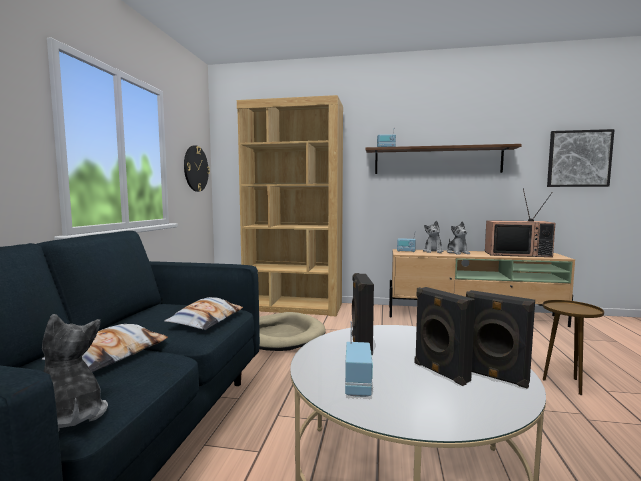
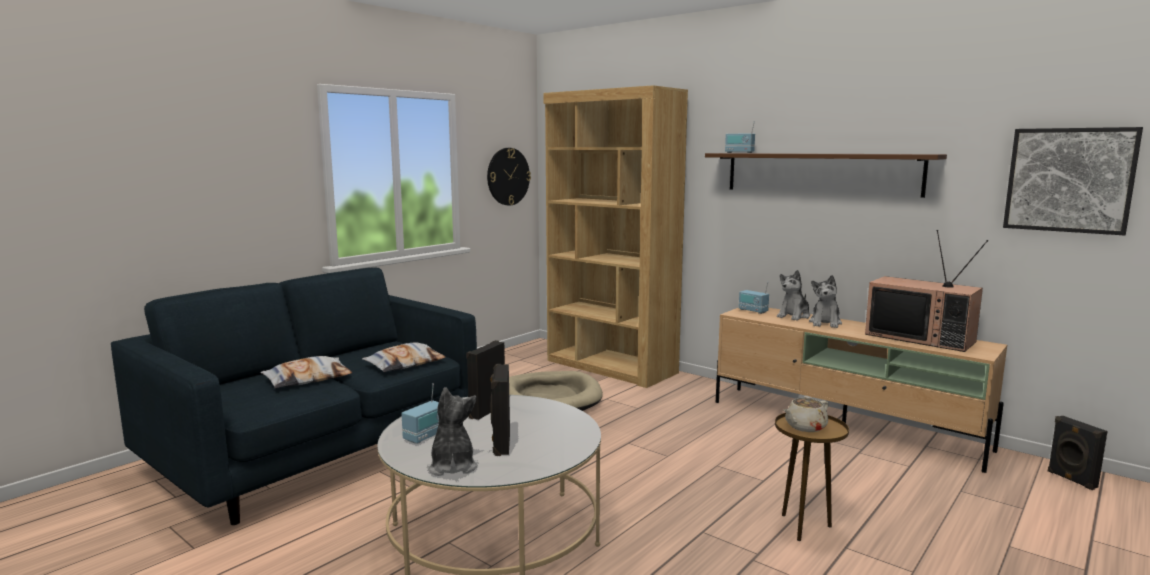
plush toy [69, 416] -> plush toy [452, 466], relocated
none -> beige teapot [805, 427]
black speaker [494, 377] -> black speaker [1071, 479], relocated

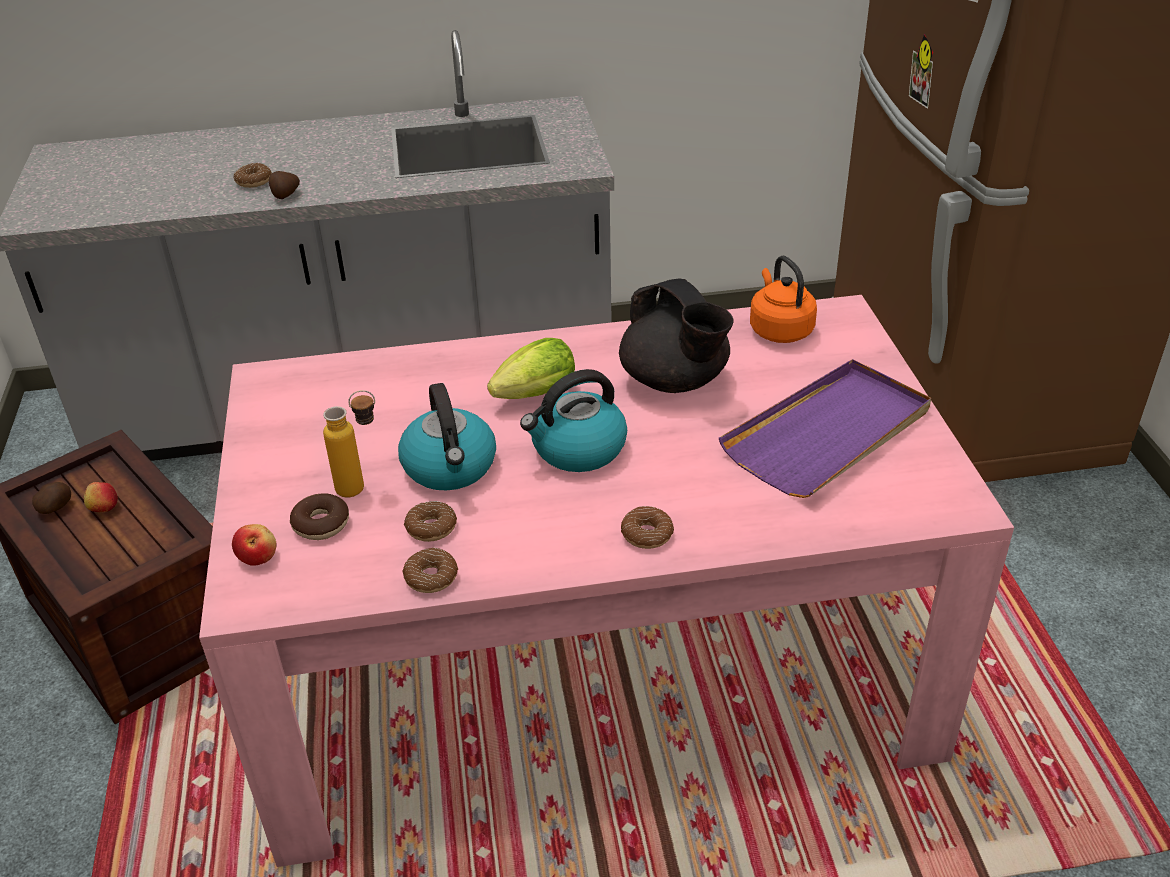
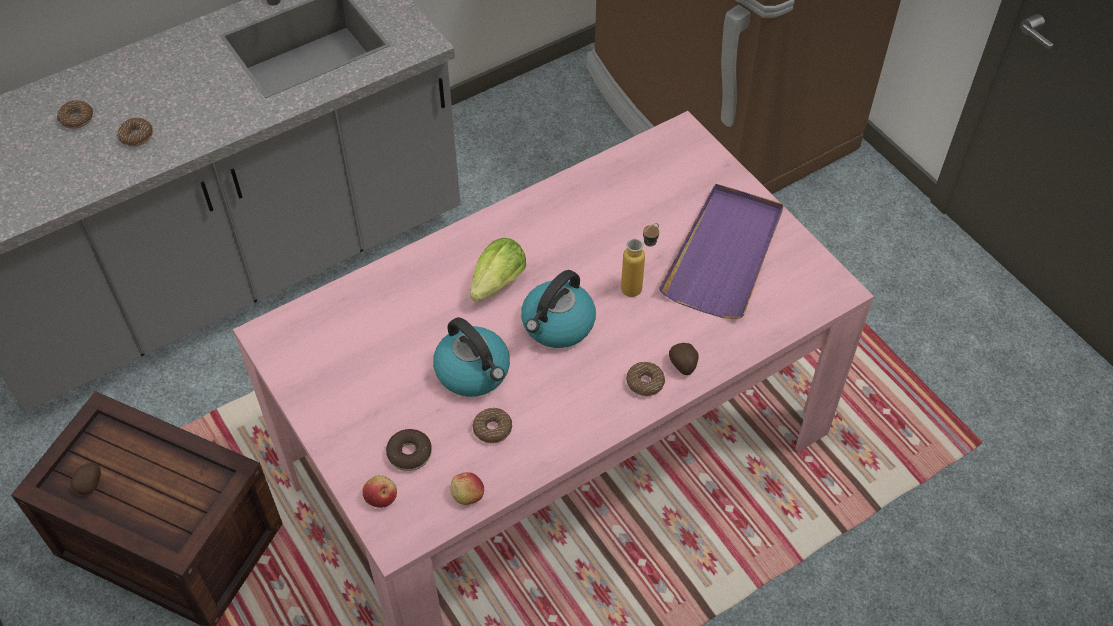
donut [431, 577] -> donut [76, 119], relocated
apple [104, 507] -> apple [467, 495], relocated
bottle [362, 487] -> bottle [638, 285], relocated
potato [285, 195] -> potato [683, 365], relocated
black teapot [675, 381] -> none
orange kettle [779, 329] -> none

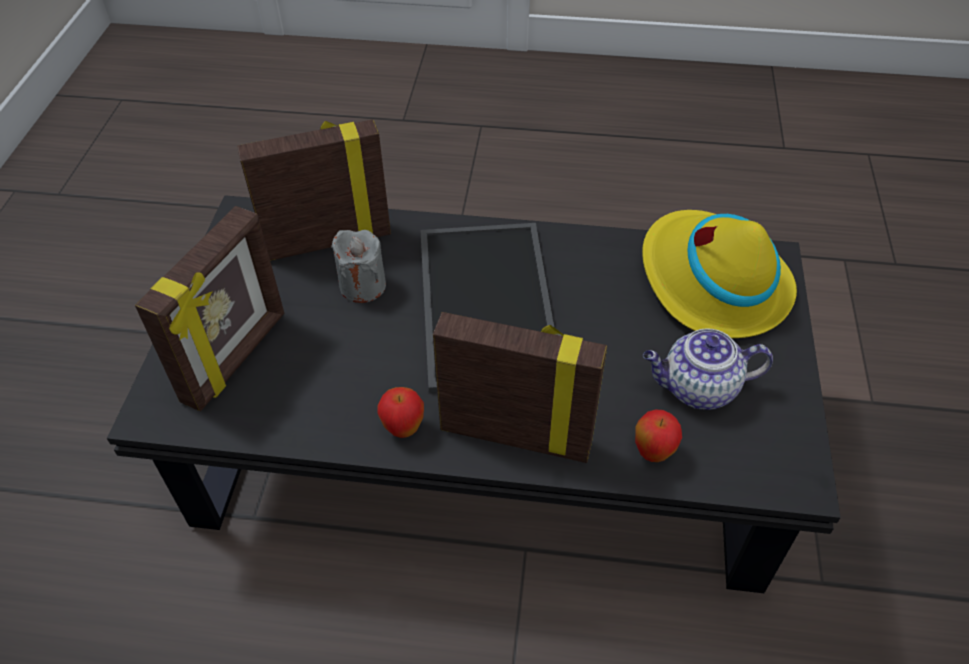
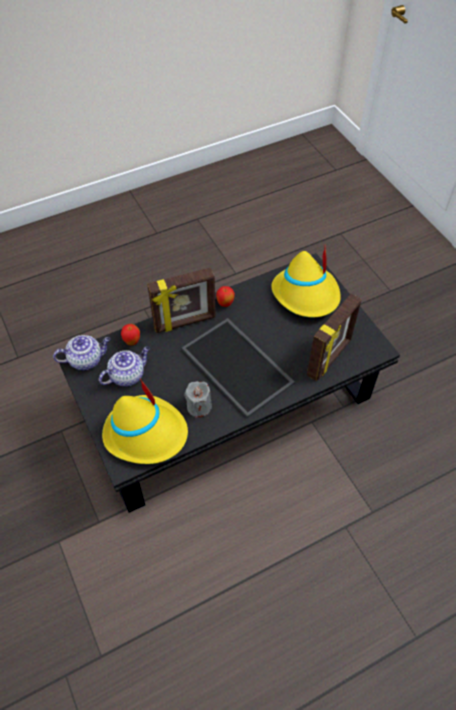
none -> teapot [86, 360]
grey candle [362, 286] -> grey candle [199, 407], relocated
picture frame [237, 358] -> yellow hat [306, 295]

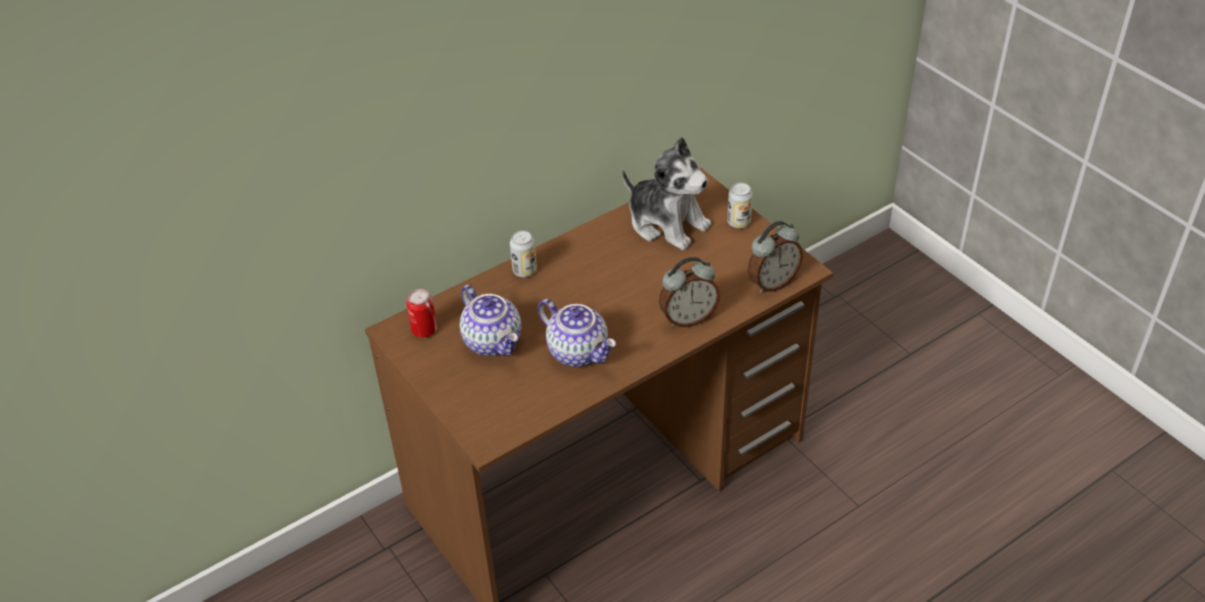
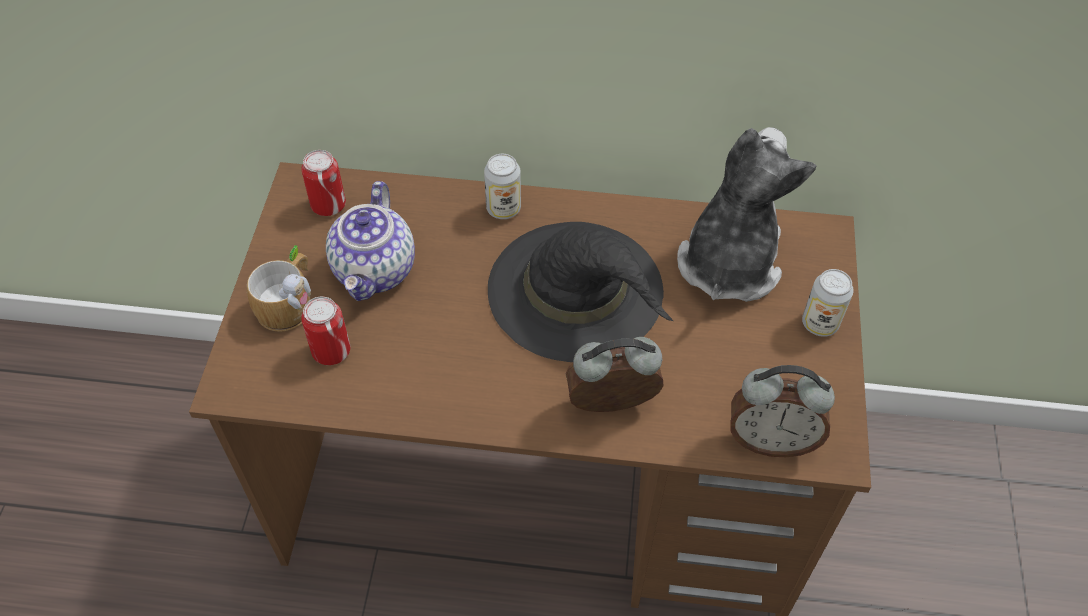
none -> mug [290, 302]
none -> can [331, 351]
none -> black hat [578, 290]
alarm clock [688, 318] -> alarm clock [612, 407], 150 degrees clockwise
plush toy [667, 223] -> plush toy [728, 262], 150 degrees counterclockwise
teapot [579, 352] -> none

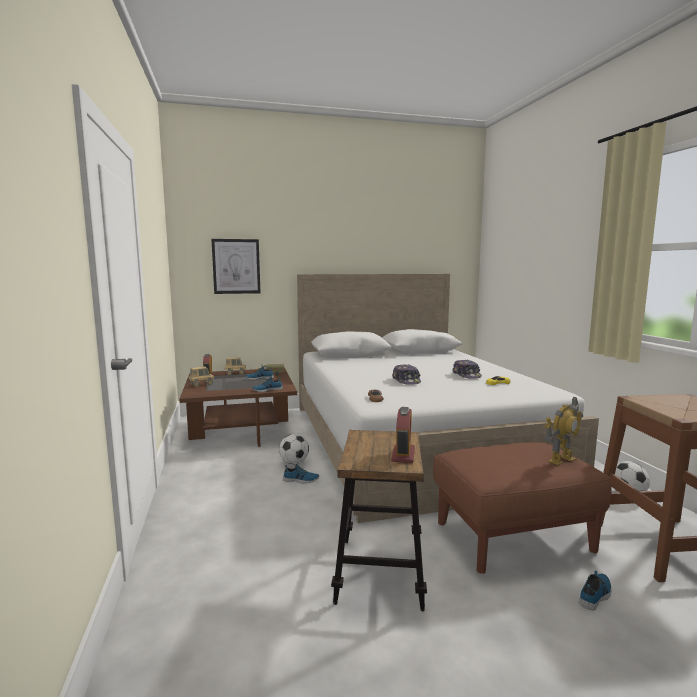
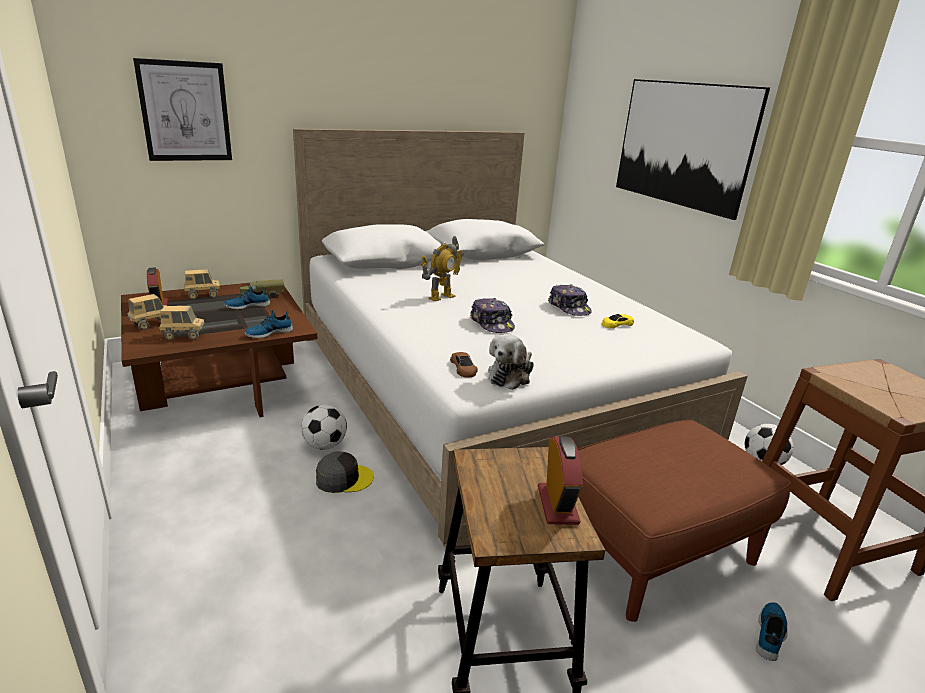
none -> toy truck [183, 336]
shoe [301, 480] -> grey cap [343, 478]
toy robot [561, 460] -> toy robot [441, 297], relocated
none -> plush toy [510, 376]
none -> picture [682, 144]

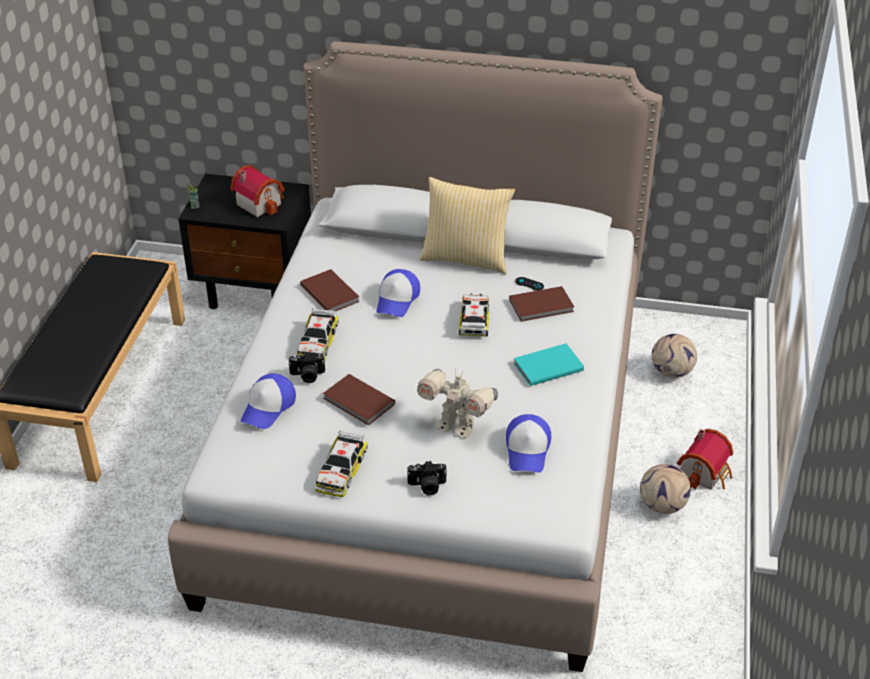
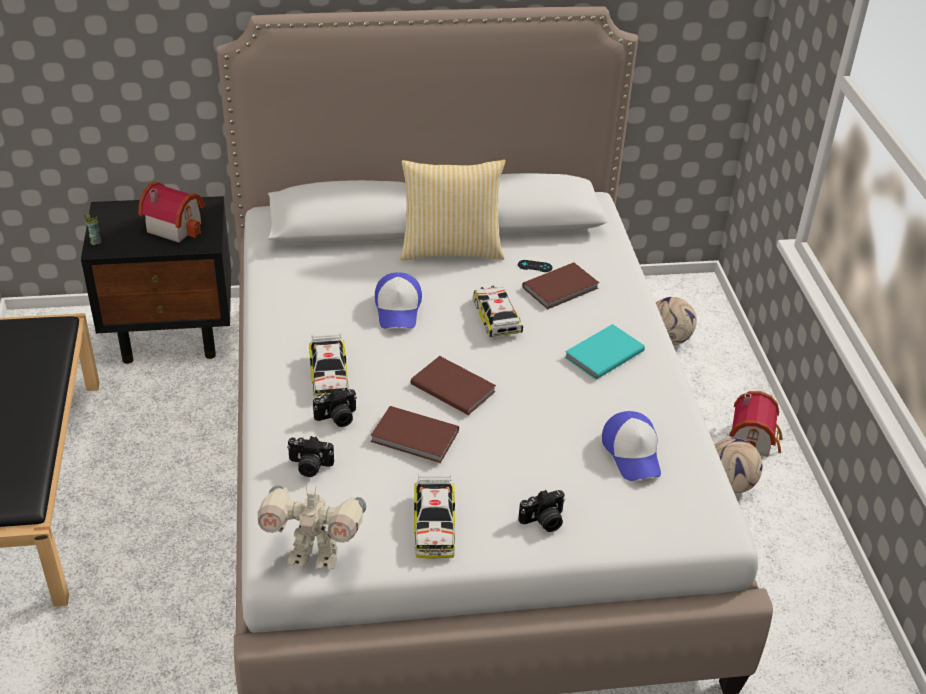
toy robot [456, 426] -> toy robot [314, 555], relocated
cap [268, 407] -> photo camera [309, 466]
brown book [330, 293] -> brown book [453, 386], relocated

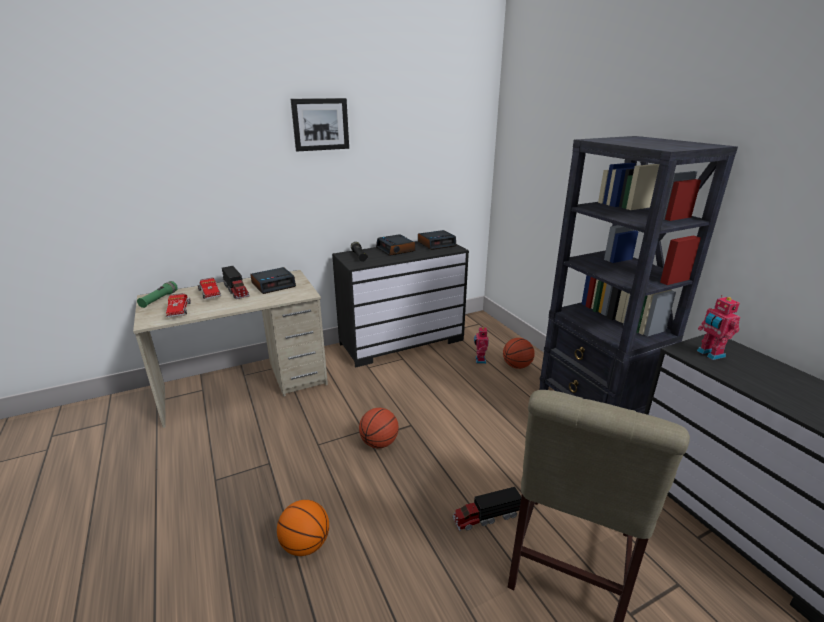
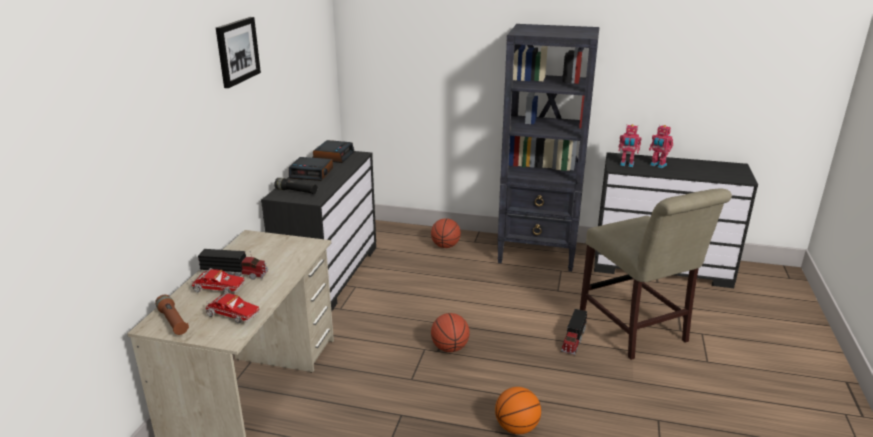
green flashlight [159, 299] -> brown flashlight [173, 321]
toy robot [479, 360] -> toy robot [657, 165], relocated
alarm clock [274, 285] -> none

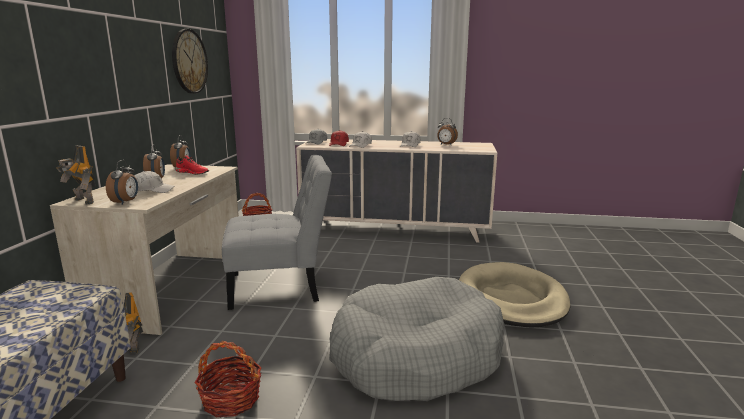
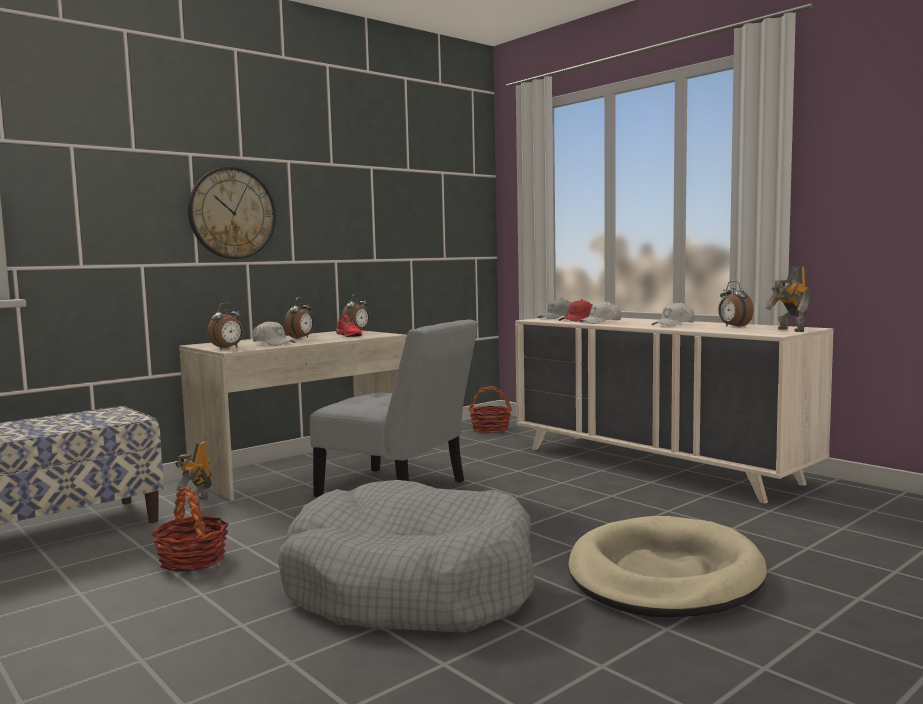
wall clock [189, 61] -> wall clock [232, 213], relocated
toy robot [82, 201] -> toy robot [789, 330], relocated

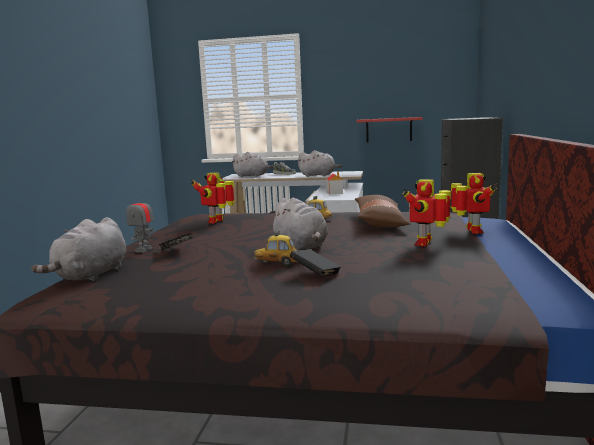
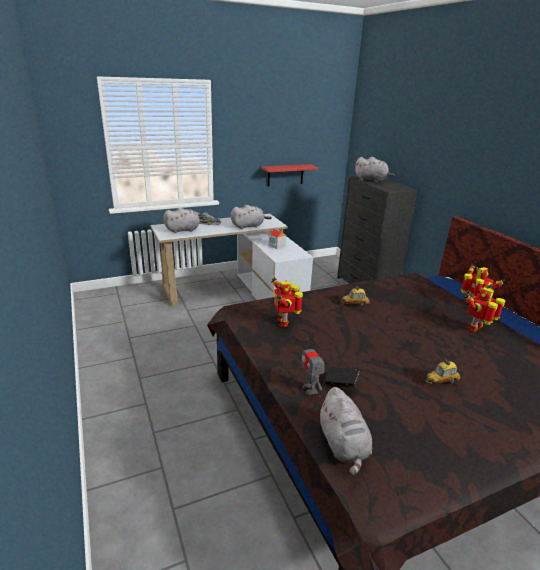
grey plush toy [301, 246] -> grey plush toy [372, 180], relocated
toy robot [425, 243] -> toy robot [476, 328], 60 degrees clockwise
black book [315, 274] -> none
brown pillow [380, 222] -> none

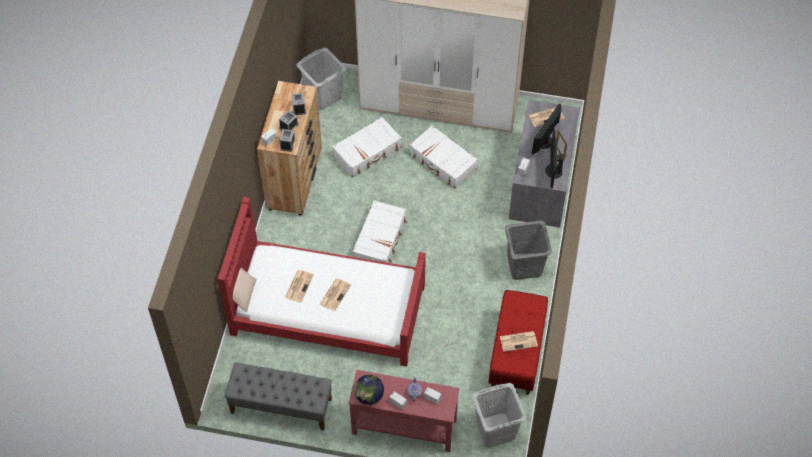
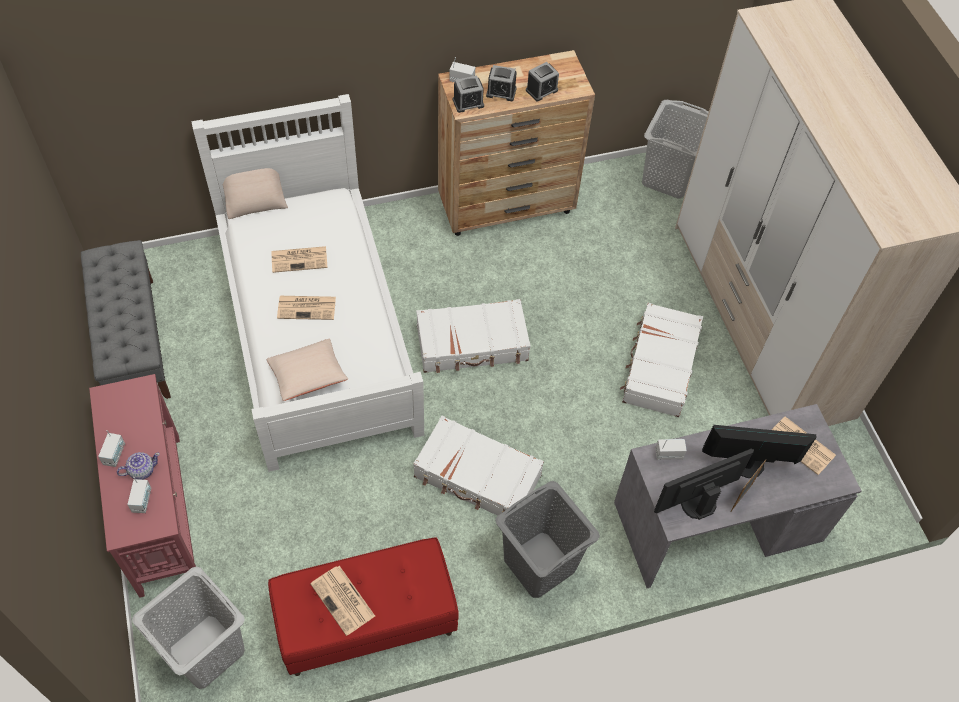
red bed [327, 309] -> white bed [317, 330]
none -> beige pillow [308, 376]
white suitcase [367, 152] -> white suitcase [477, 477], relocated
globe [369, 396] -> none

